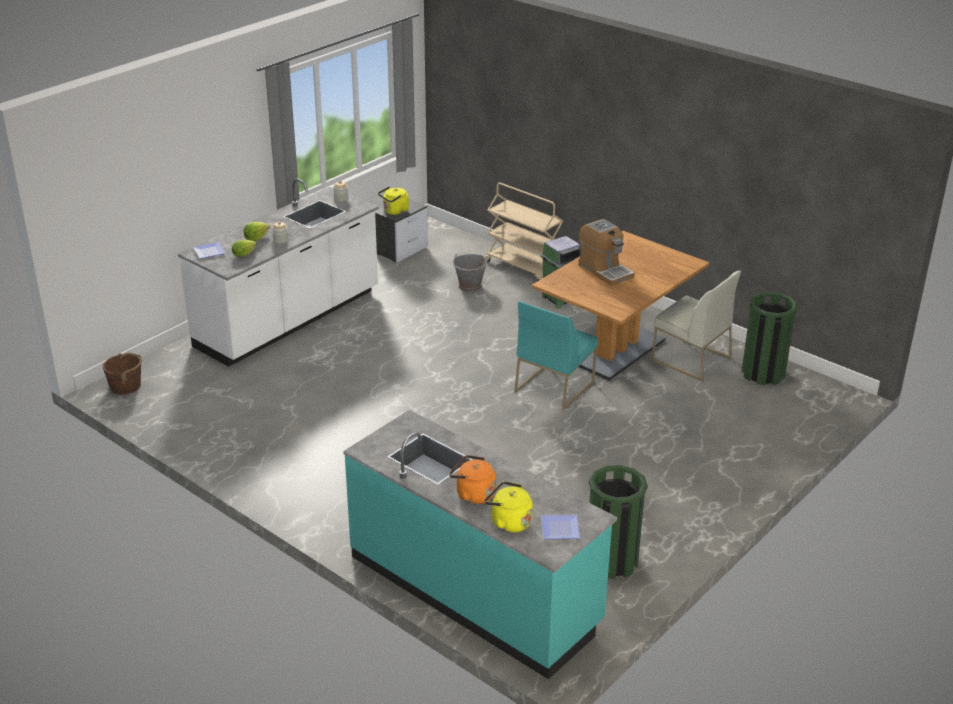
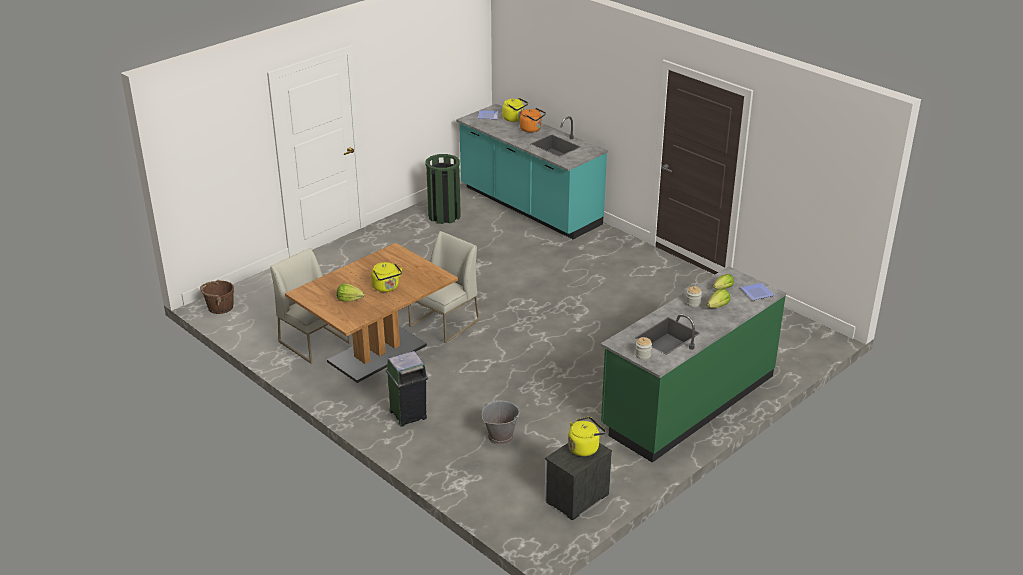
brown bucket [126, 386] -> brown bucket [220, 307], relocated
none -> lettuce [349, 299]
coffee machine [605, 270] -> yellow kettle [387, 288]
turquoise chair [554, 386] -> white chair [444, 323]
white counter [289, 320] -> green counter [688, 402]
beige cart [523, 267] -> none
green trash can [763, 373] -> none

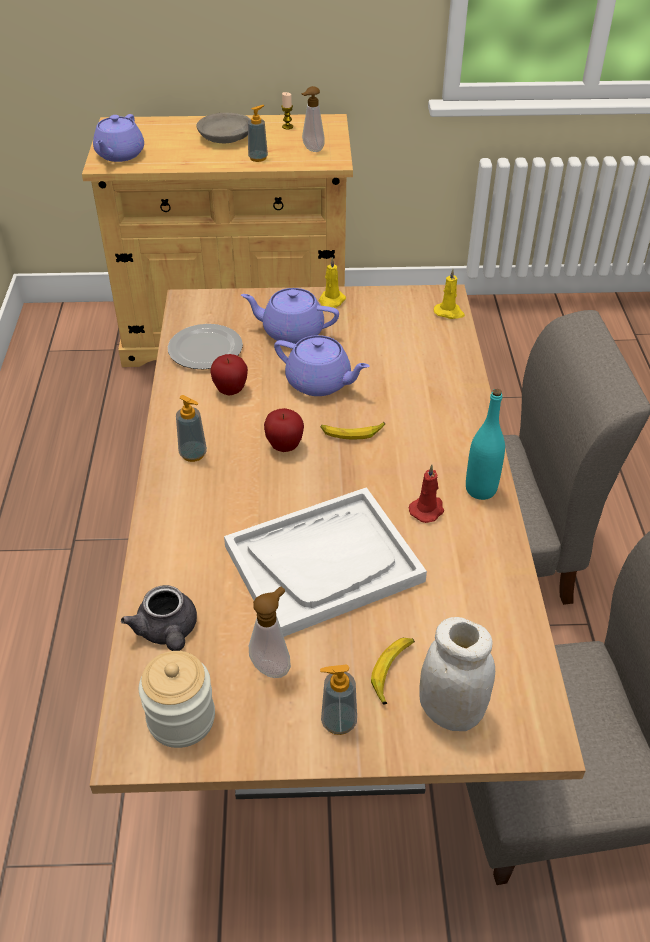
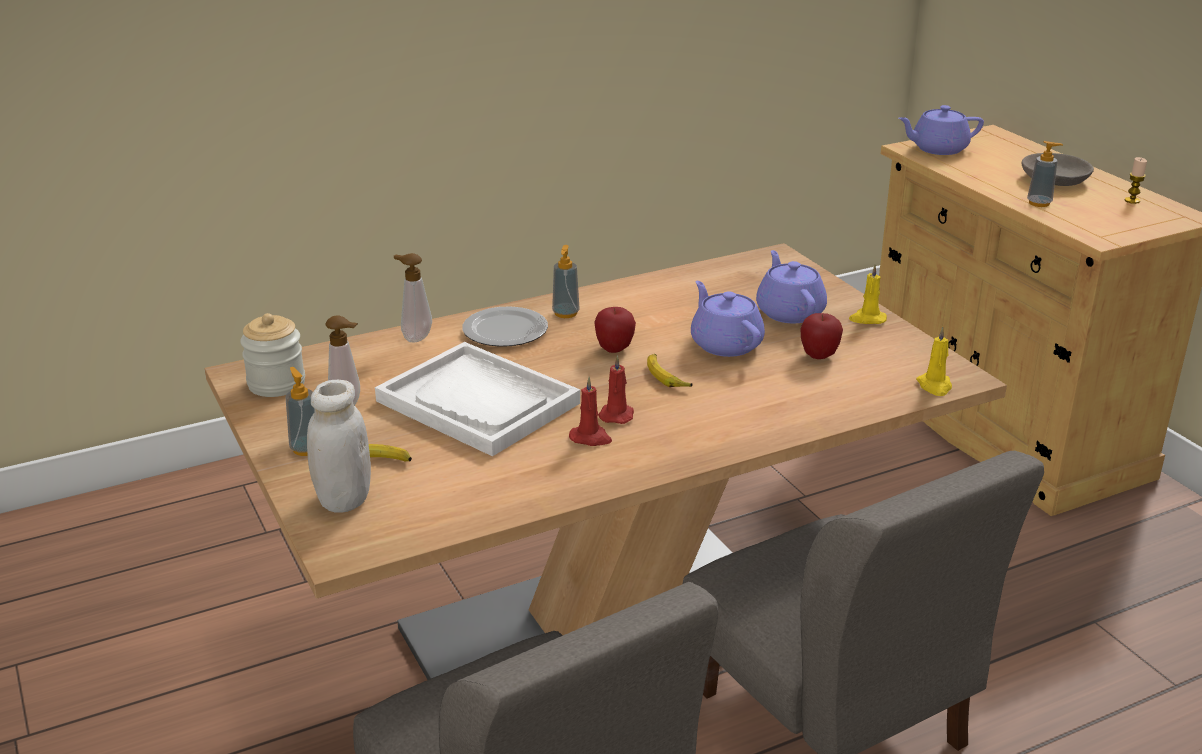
soap dispenser [311, 150] -> soap dispenser [415, 337], relocated
plate [205, 349] -> plate [506, 330], relocated
none -> red candle [617, 415]
purple teapot [320, 383] -> purple teapot [725, 344], 150 degrees clockwise
apple [231, 391] -> apple [819, 356], relocated
grey teapot [167, 632] -> none
turquoise bottle [480, 489] -> none

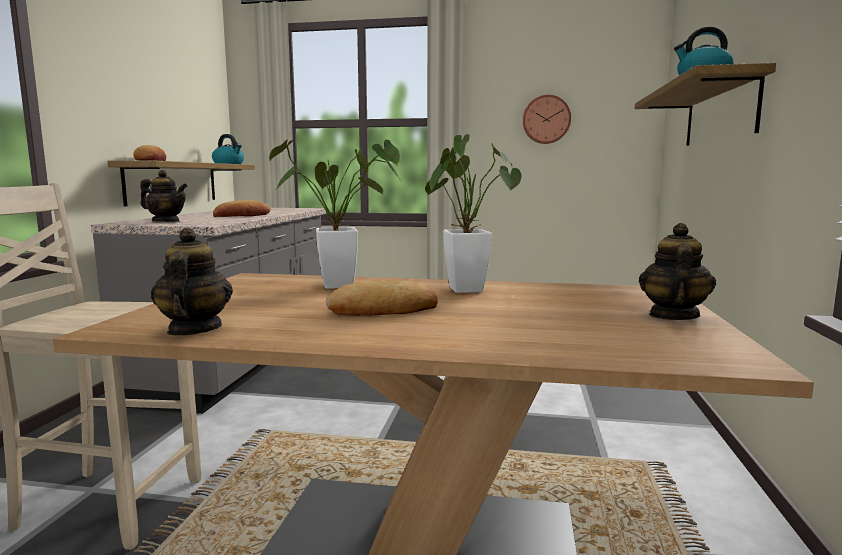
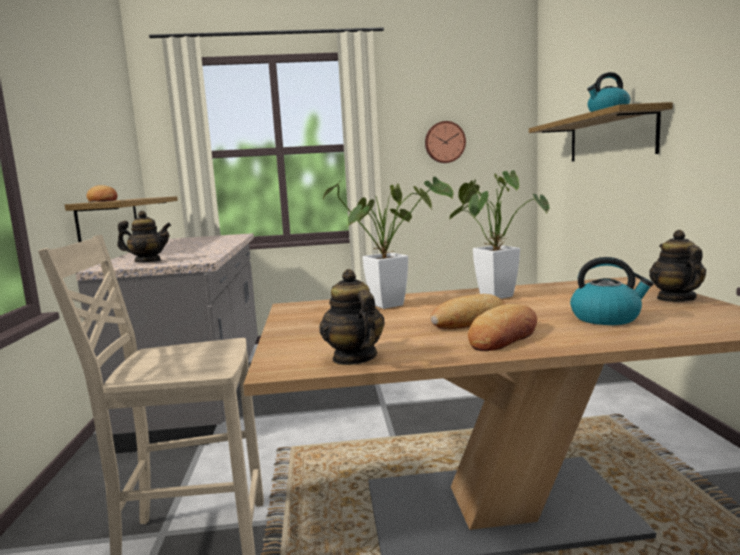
bread [242, 215] -> bread [504, 336], relocated
kettle [229, 164] -> kettle [606, 318], relocated

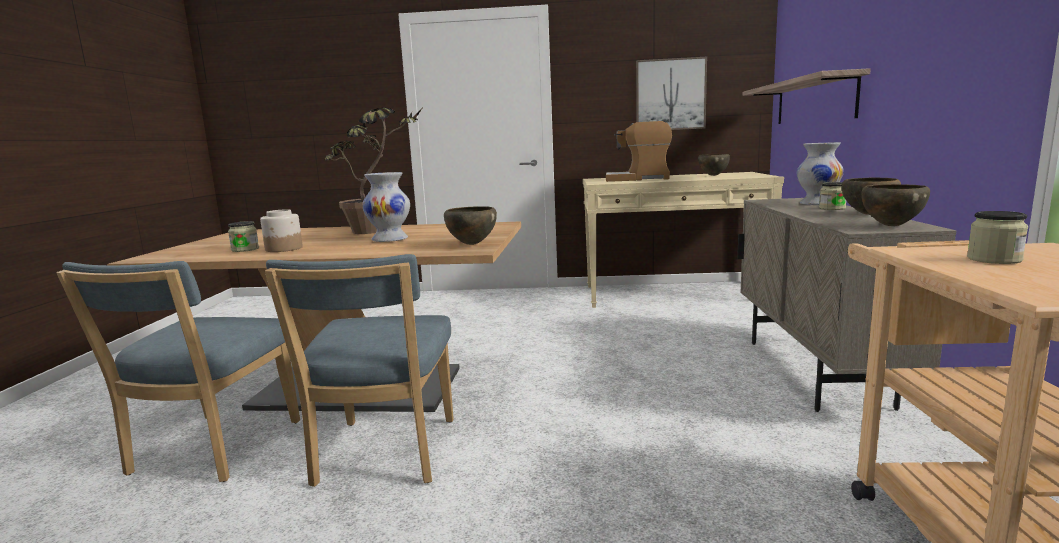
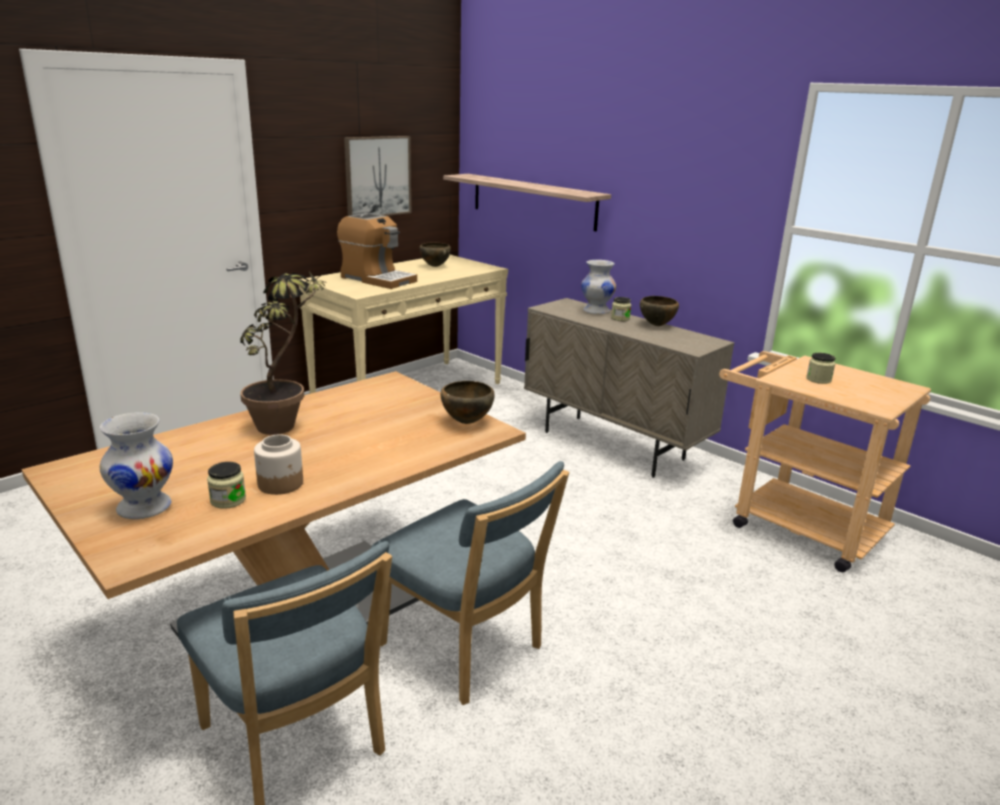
white vase [389, 240] -> white vase [144, 508], relocated
coffee machine [638, 179] -> coffee machine [377, 279], 105 degrees counterclockwise
brown bowl [891, 226] -> none

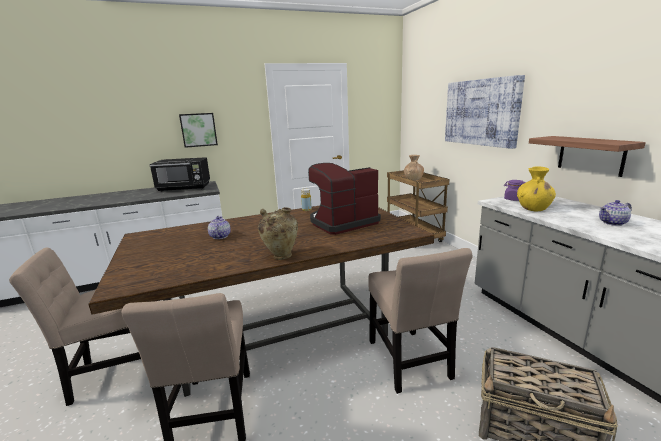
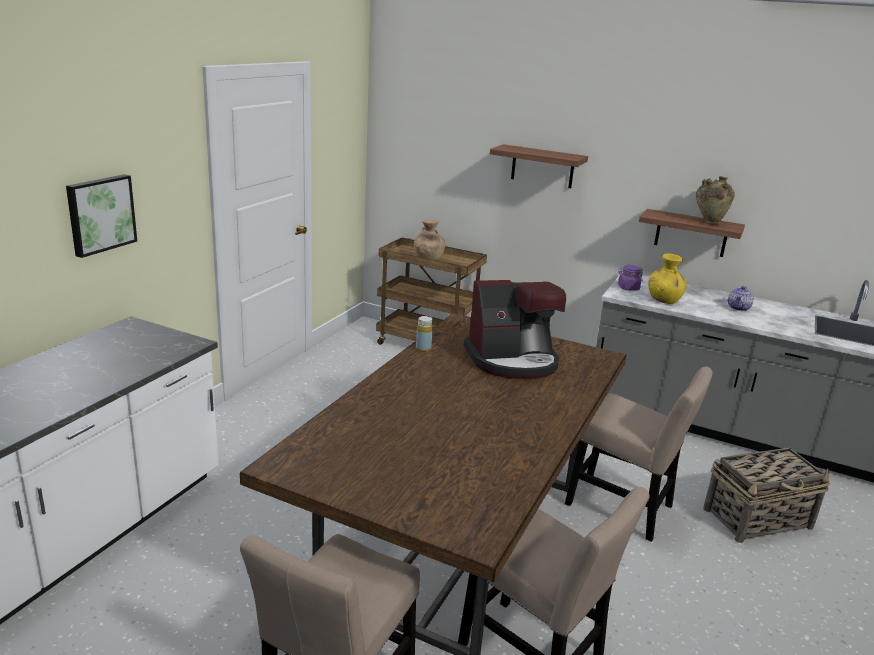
coffee machine [342, 223] -> coffee machine [513, 360], 120 degrees counterclockwise
picture [481, 112] -> shelf [542, 166]
beige vase [281, 256] -> beige vase [709, 222], relocated
black microwave [184, 188] -> none
teapot [220, 236] -> none

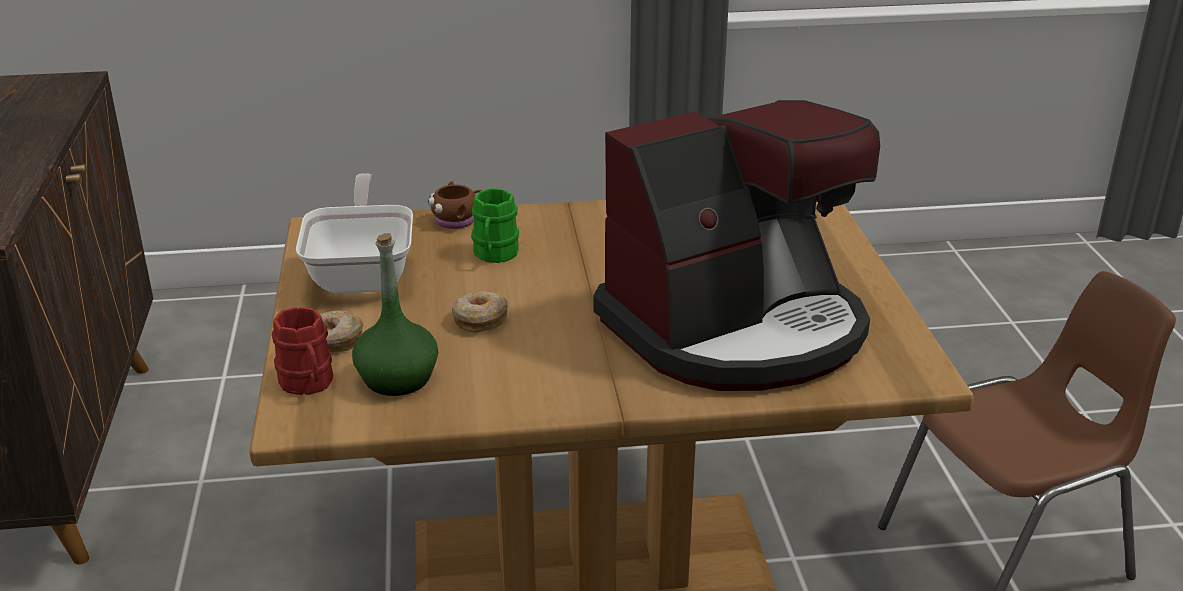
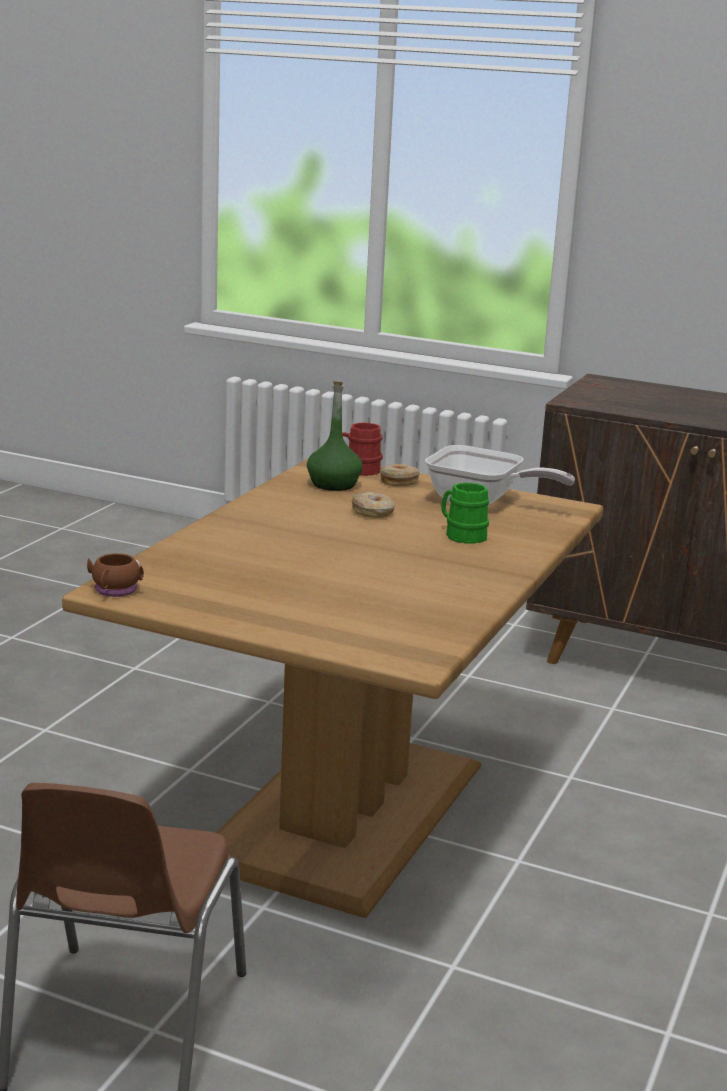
brown mug [459, 220] -> brown mug [114, 591], relocated
coffee machine [737, 329] -> none

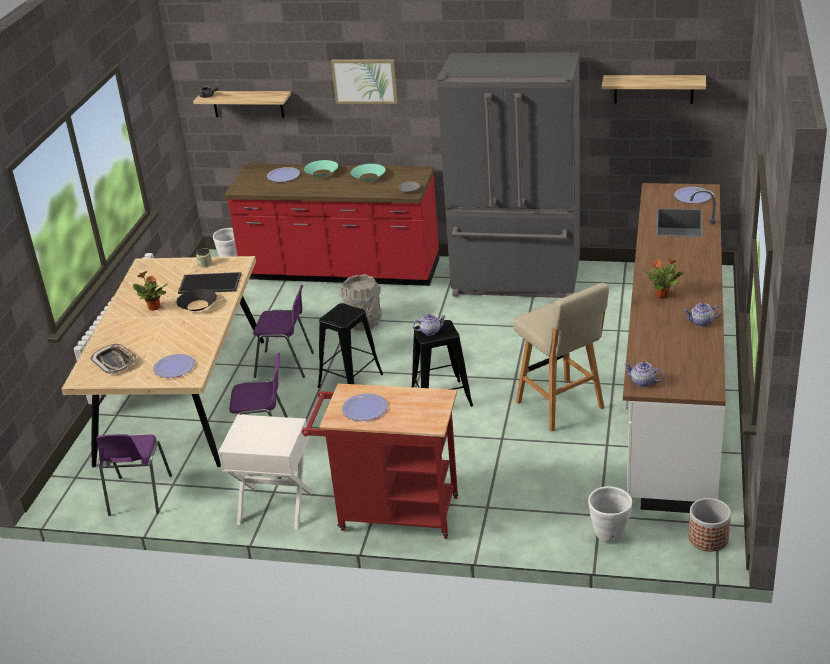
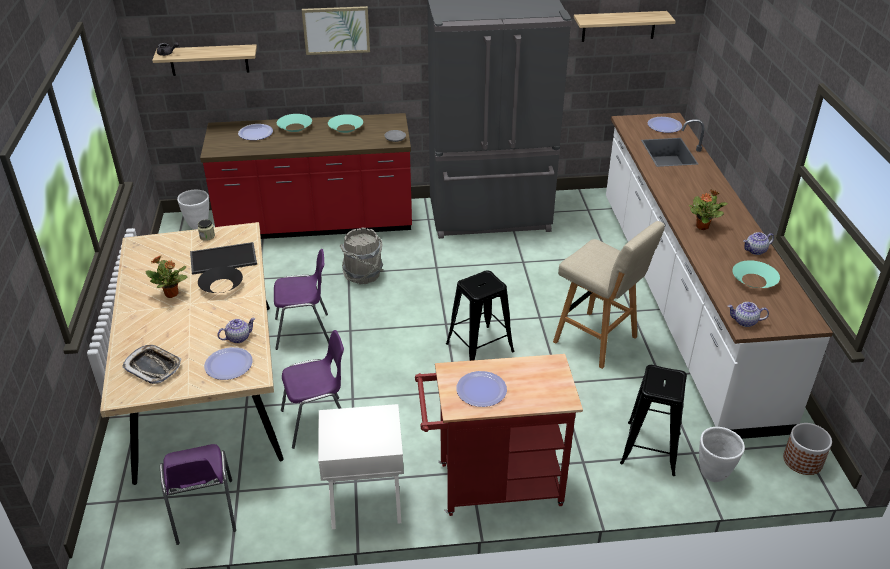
teapot [430, 331] -> teapot [238, 337], relocated
black stool [350, 380] -> black stool [650, 448], relocated
none -> turquoise bowl [754, 280]

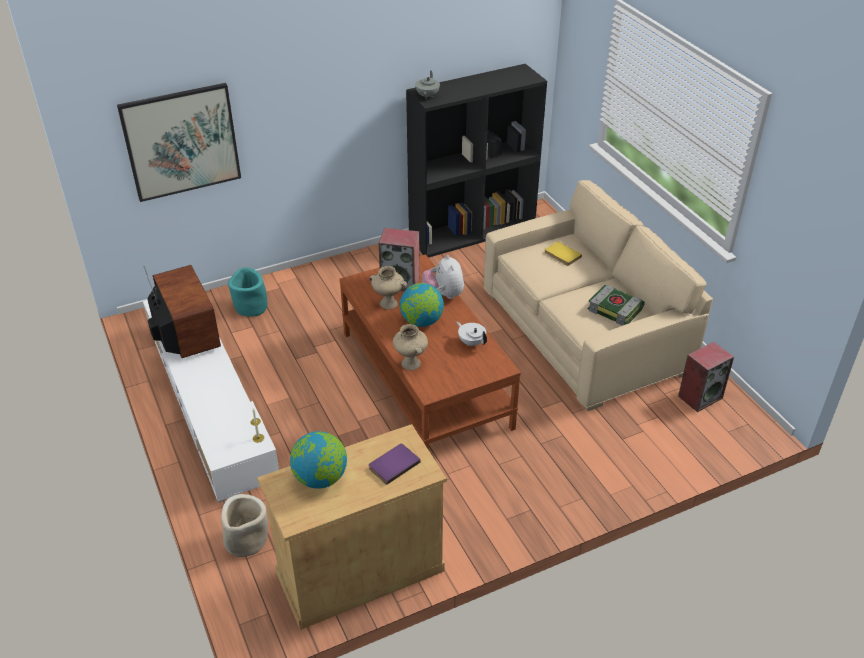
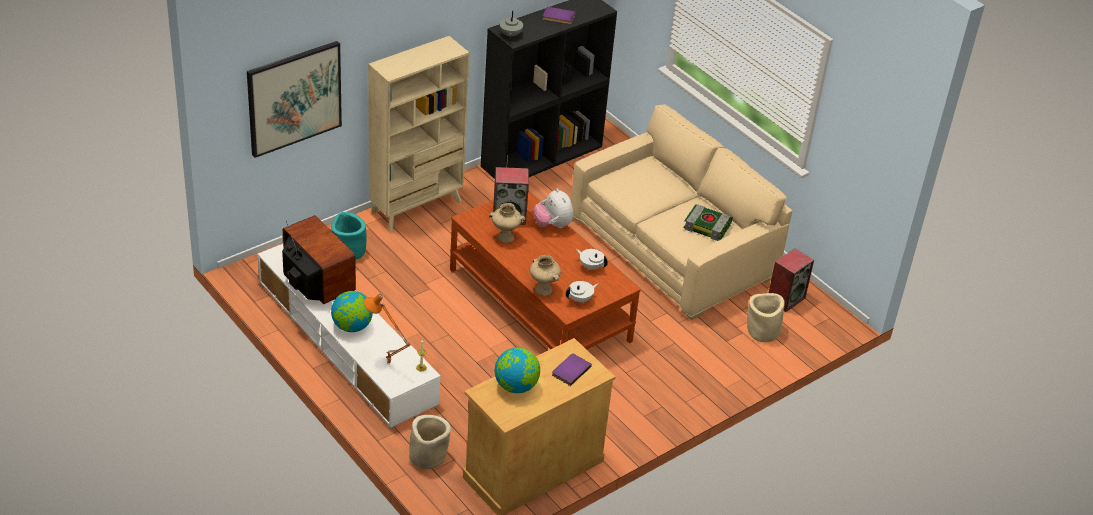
globe [421, 321] -> globe [352, 326], relocated
none -> orange table lamp [387, 365]
none -> beige bookcase [417, 206]
none -> purple book [558, 17]
none -> white teapot [580, 299]
none -> beige planter [763, 331]
yellow book [561, 255] -> none

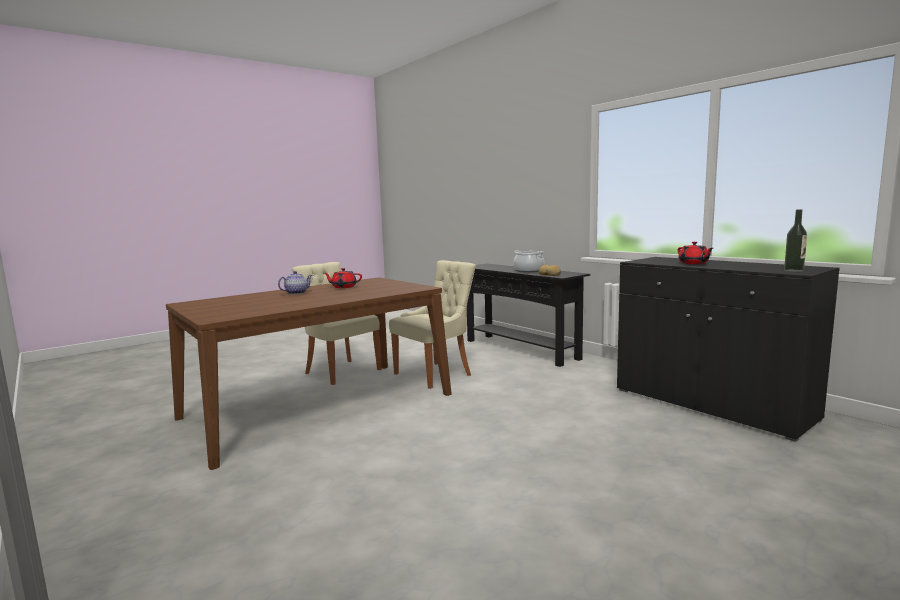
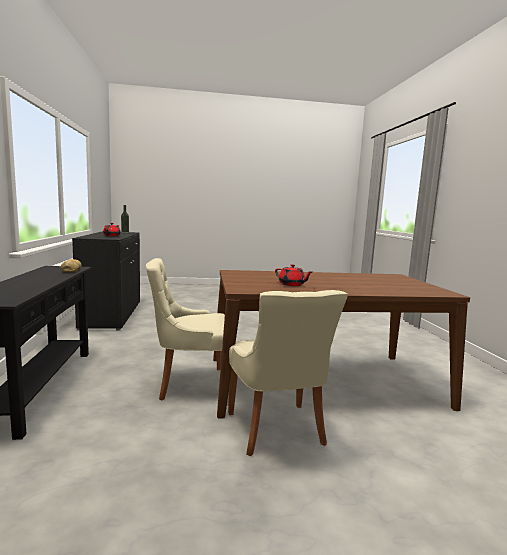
teapot [297, 293] -> none
cooking pot [528, 271] -> none

